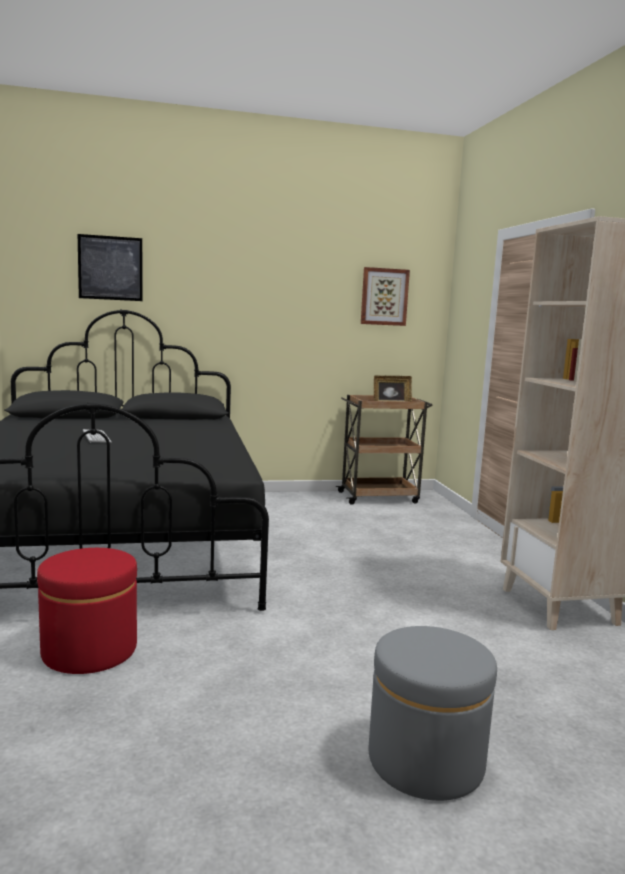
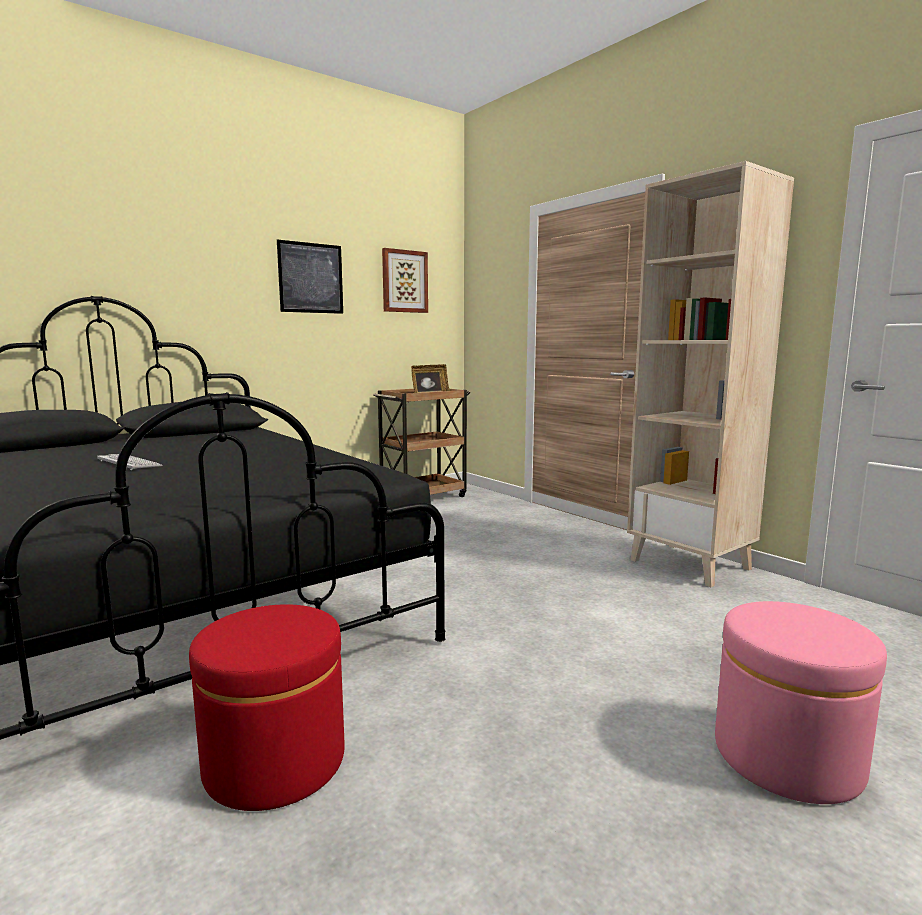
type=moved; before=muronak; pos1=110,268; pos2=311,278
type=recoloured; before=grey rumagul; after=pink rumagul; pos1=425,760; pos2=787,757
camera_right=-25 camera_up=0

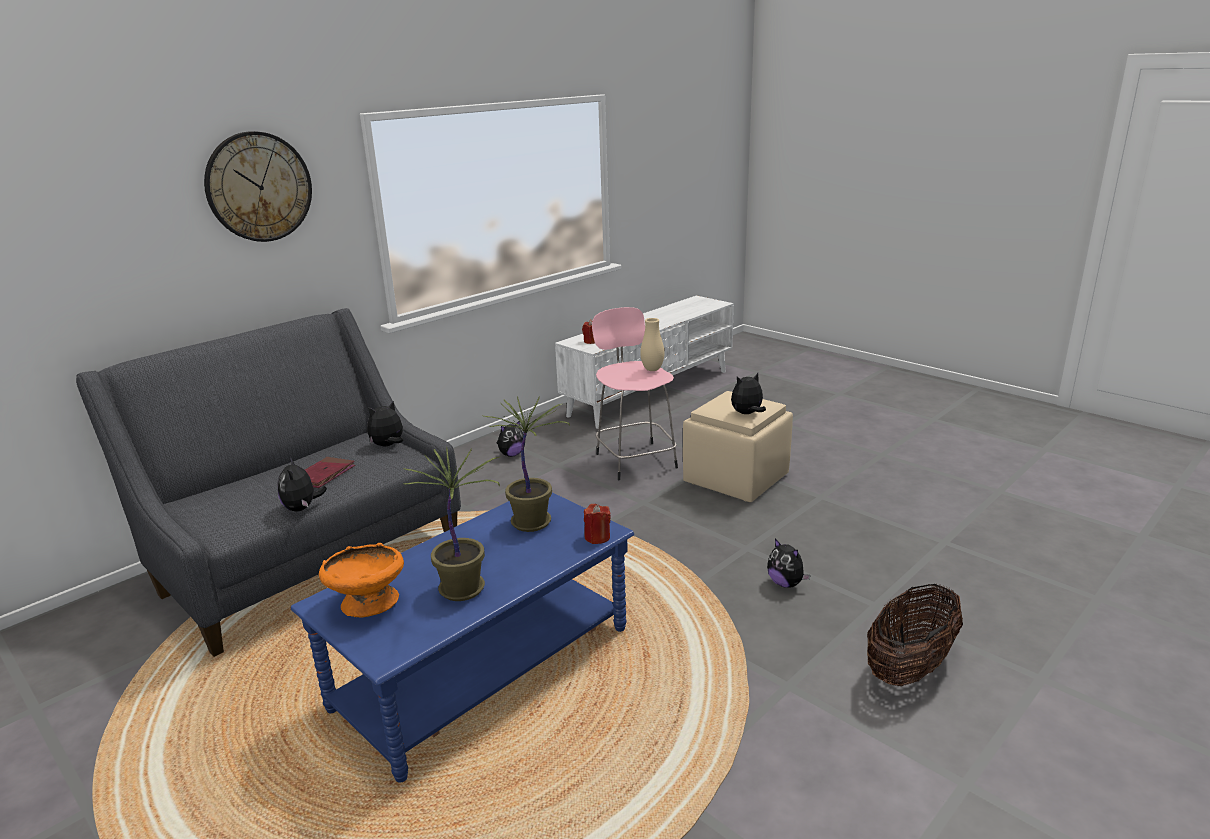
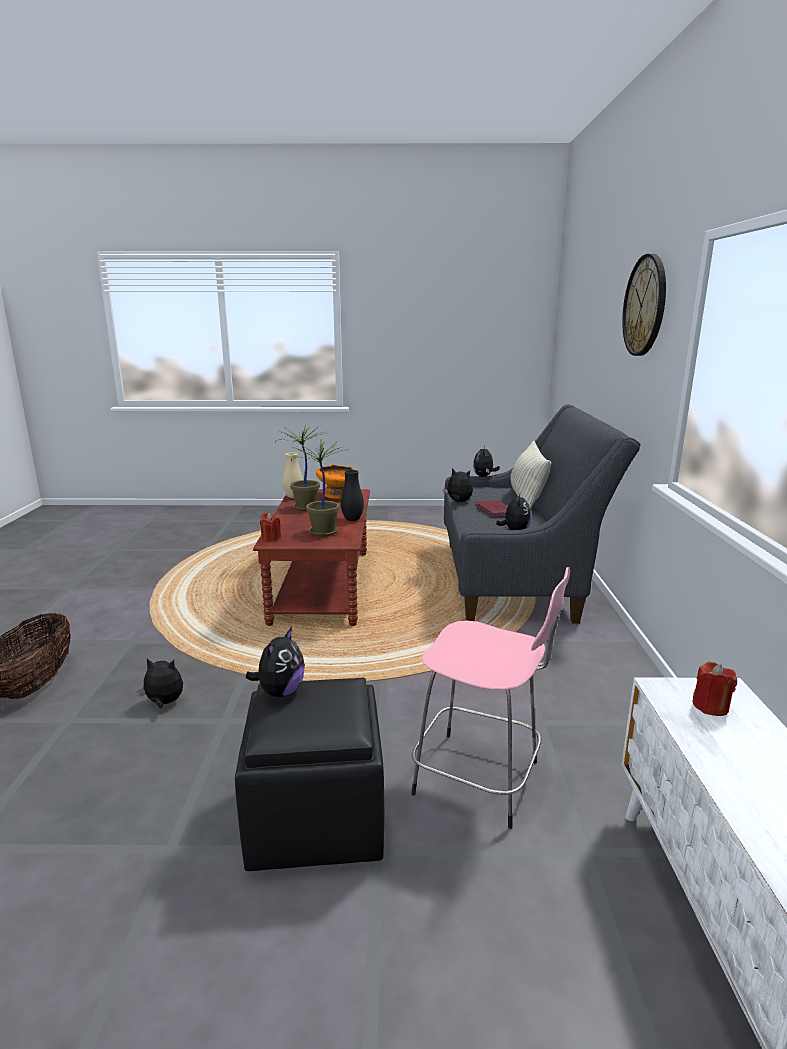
type=moved; before=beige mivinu; pos1=652,369; pos2=293,497
type=recoloured; before=beige rumagul; after=black rumagul; pos1=736,479; pos2=314,817
type=moved; before=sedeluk; pos1=511,454; pos2=484,476
type=recoloured; before=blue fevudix; after=brown fevudix; pos1=485,668; pos2=322,586
type=added; after=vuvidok; pos2=527,500
type=added; after=black mivinu; pos2=352,519
camera_right=135 camera_up=-5

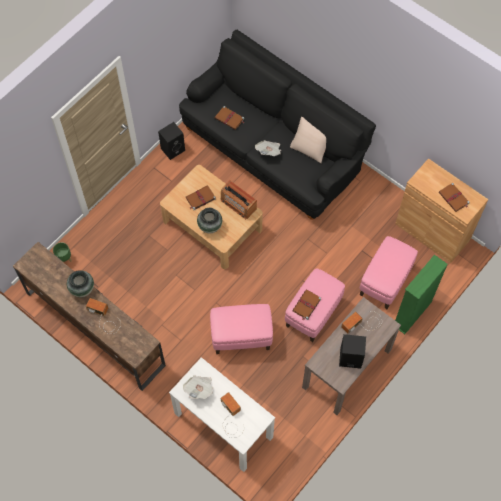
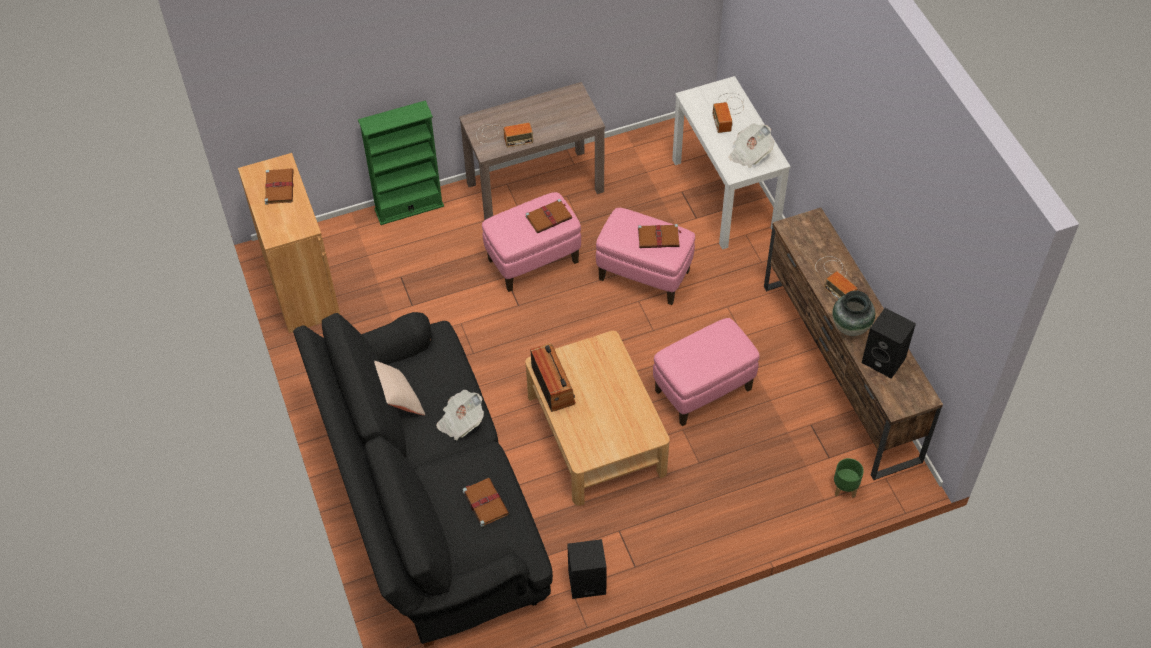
type=moved; before=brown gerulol; pos1=200,198; pos2=659,237
type=removed; before=mivinu; pos1=210,226
type=moved; before=pink rumagul; pos1=385,282; pos2=703,390
type=moved; before=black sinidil; pos1=349,358; pos2=885,360
camera_right=-150 camera_up=-10

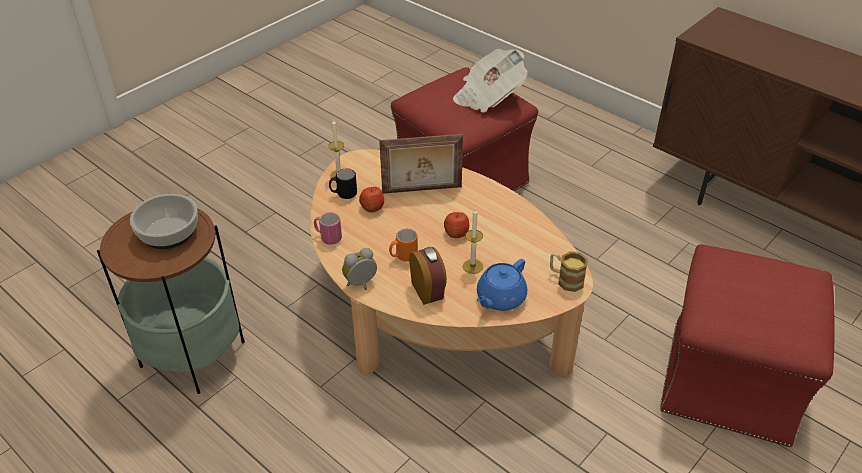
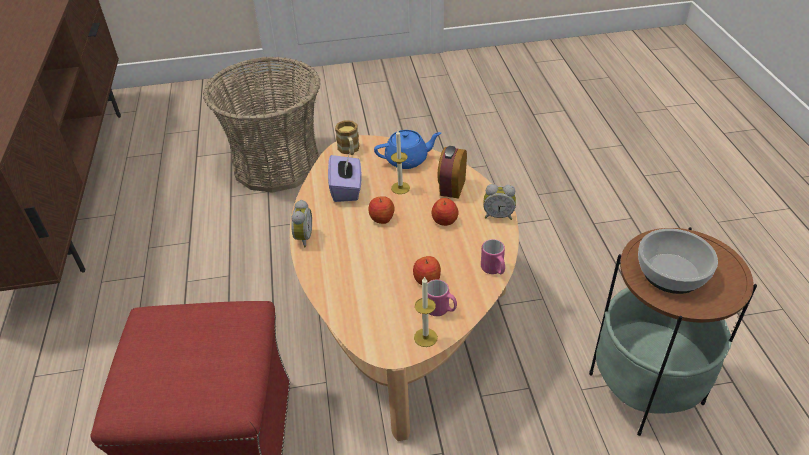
type=removed; before=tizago; pos1=488,97
type=removed; before=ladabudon; pos1=422,190
type=recoloured; before=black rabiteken; after=pink rabiteken; pos1=343,194; pos2=441,310
type=replaced; before=orange rabiteken; after=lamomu; pos1=403,256; pos2=444,220
type=replaced; before=red rumagul; after=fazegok; pos1=729,383; pos2=277,164
type=added; after=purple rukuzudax; pos2=346,189
type=added; after=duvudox; pos2=302,238
camera_right=-140 camera_up=0

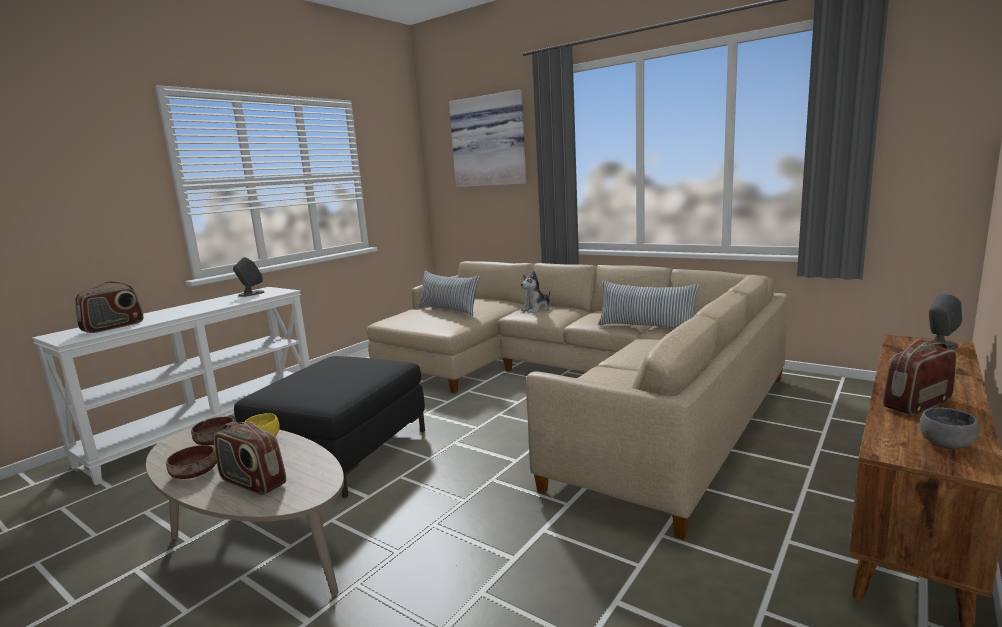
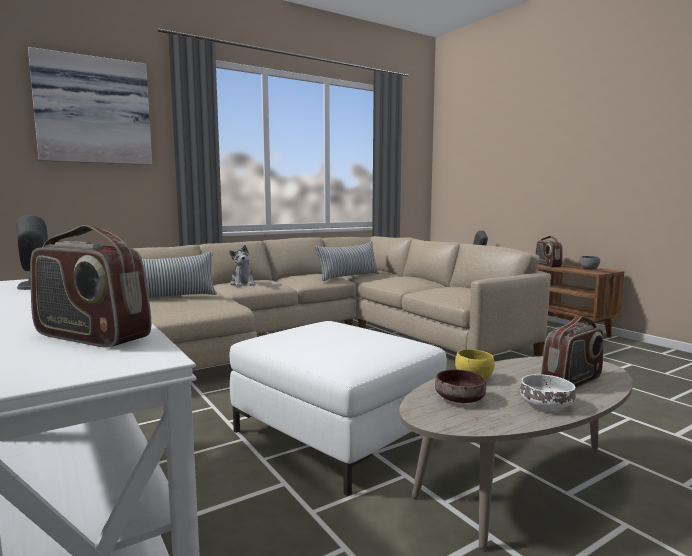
type=turned; before=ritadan; pos1=113,327; pos2=90,337; turn=150
type=recoloured; before=black rumagul; after=white rumagul; pos1=343,452; pos2=336,434
type=recoloured; before=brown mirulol; after=white mirulol; pos1=195,473; pos2=546,404
camera_right=-70 camera_up=-5

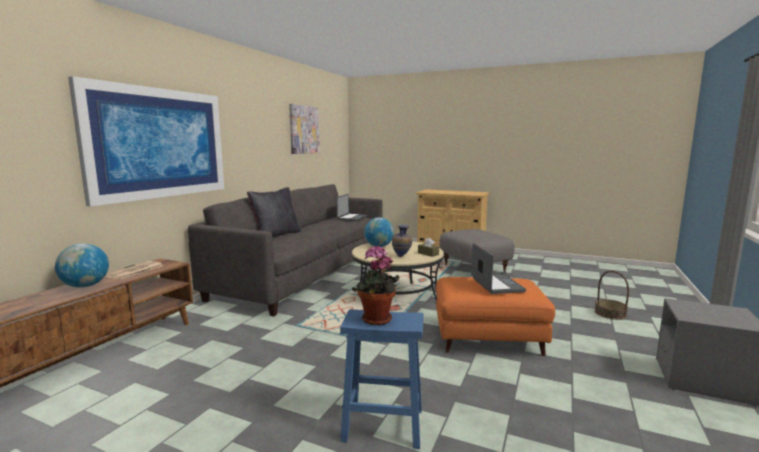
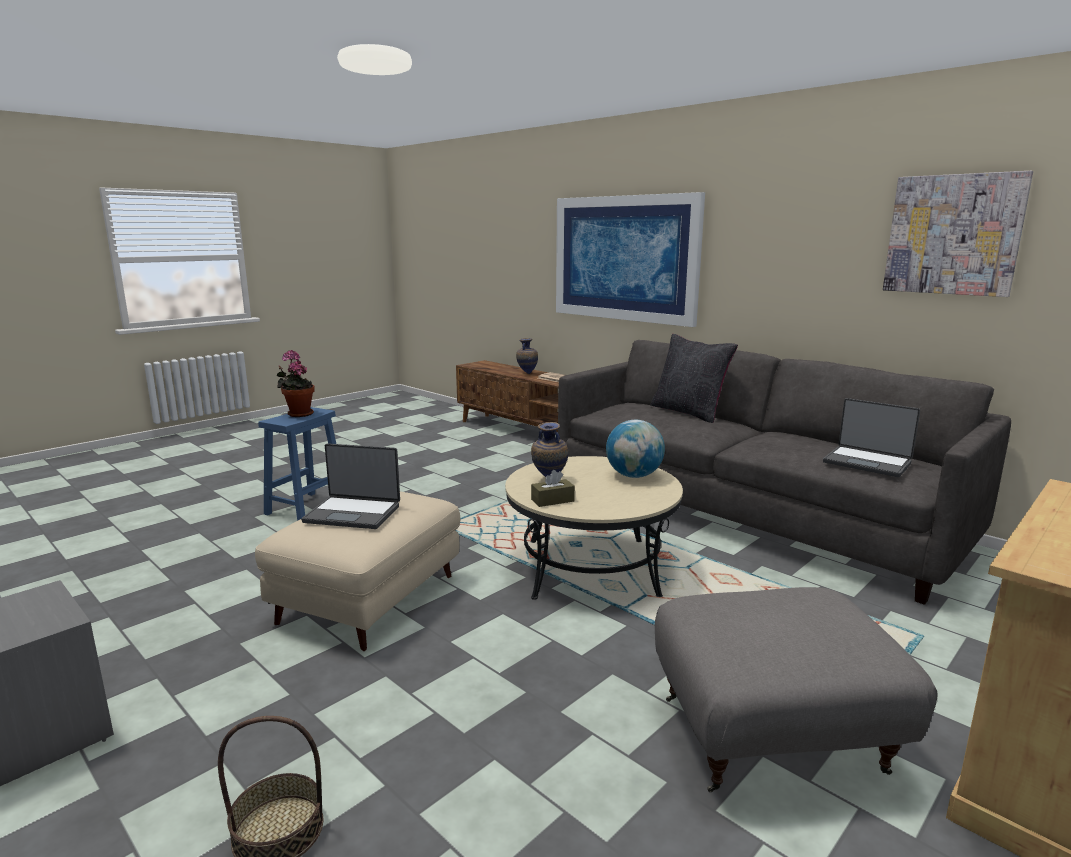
type=replaced; before=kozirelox; after=mivinu; pos1=85,286; pos2=527,373
type=recoloured; before=orange rumagul; after=beige rumagul; pos1=488,338; pos2=369,600
camera_right=110 camera_up=5

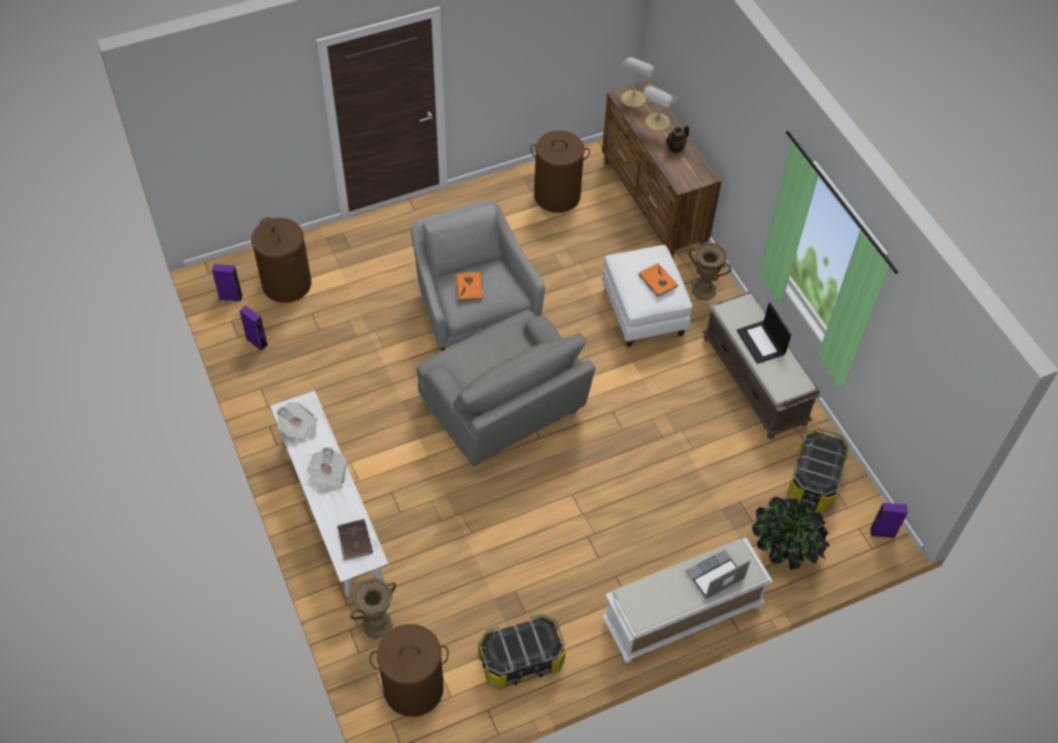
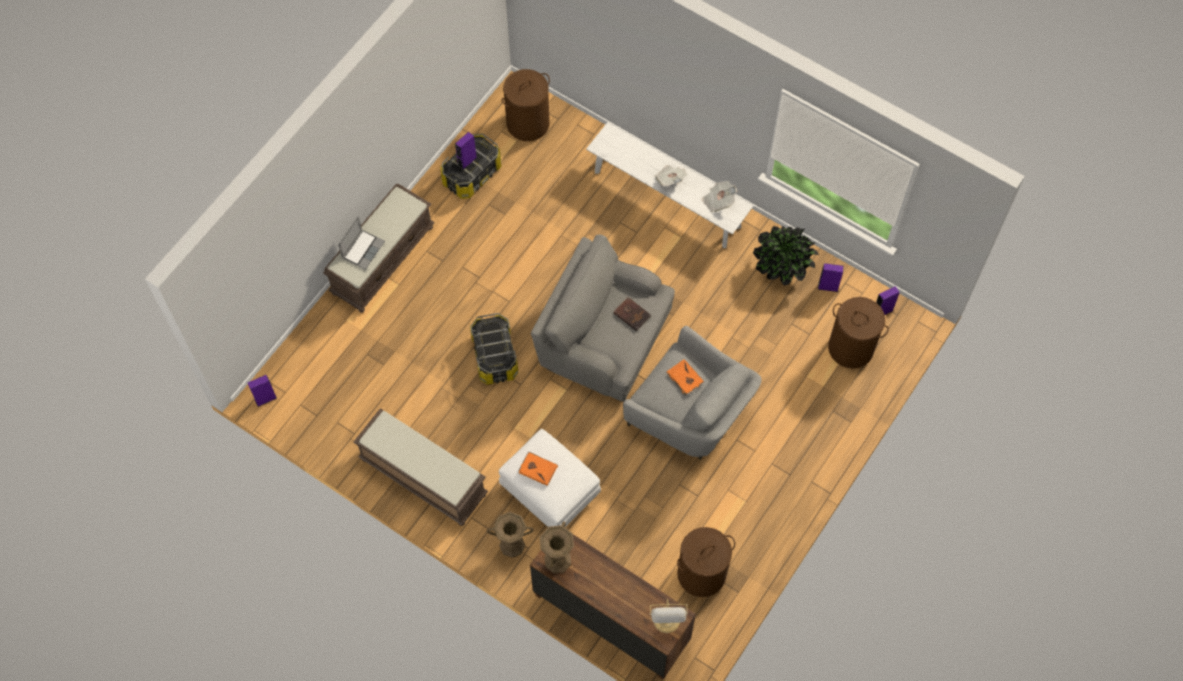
type=removed; before=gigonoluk; pos1=657,123
type=removed; before=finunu; pos1=675,147
type=removed; before=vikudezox; pos1=761,342
type=moved; before=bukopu; pos1=815,480; pos2=494,356
type=moved; before=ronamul; pos1=785,549; pos2=783,268
type=moved; before=brown gerulol; pos1=354,541; pos2=632,314
type=recoloured; before=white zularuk; after=brown zularuk; pos1=682,615; pos2=382,259
type=moved; before=brown mivinu; pos1=377,624; pos2=558,560
type=added; after=purple sinidil; pos2=467,161
camera_right=150 camera_up=10

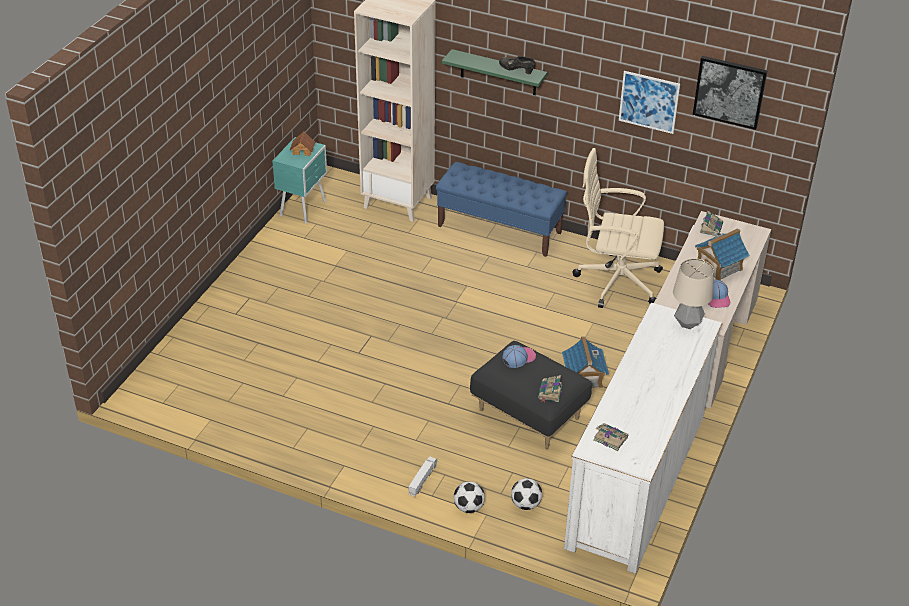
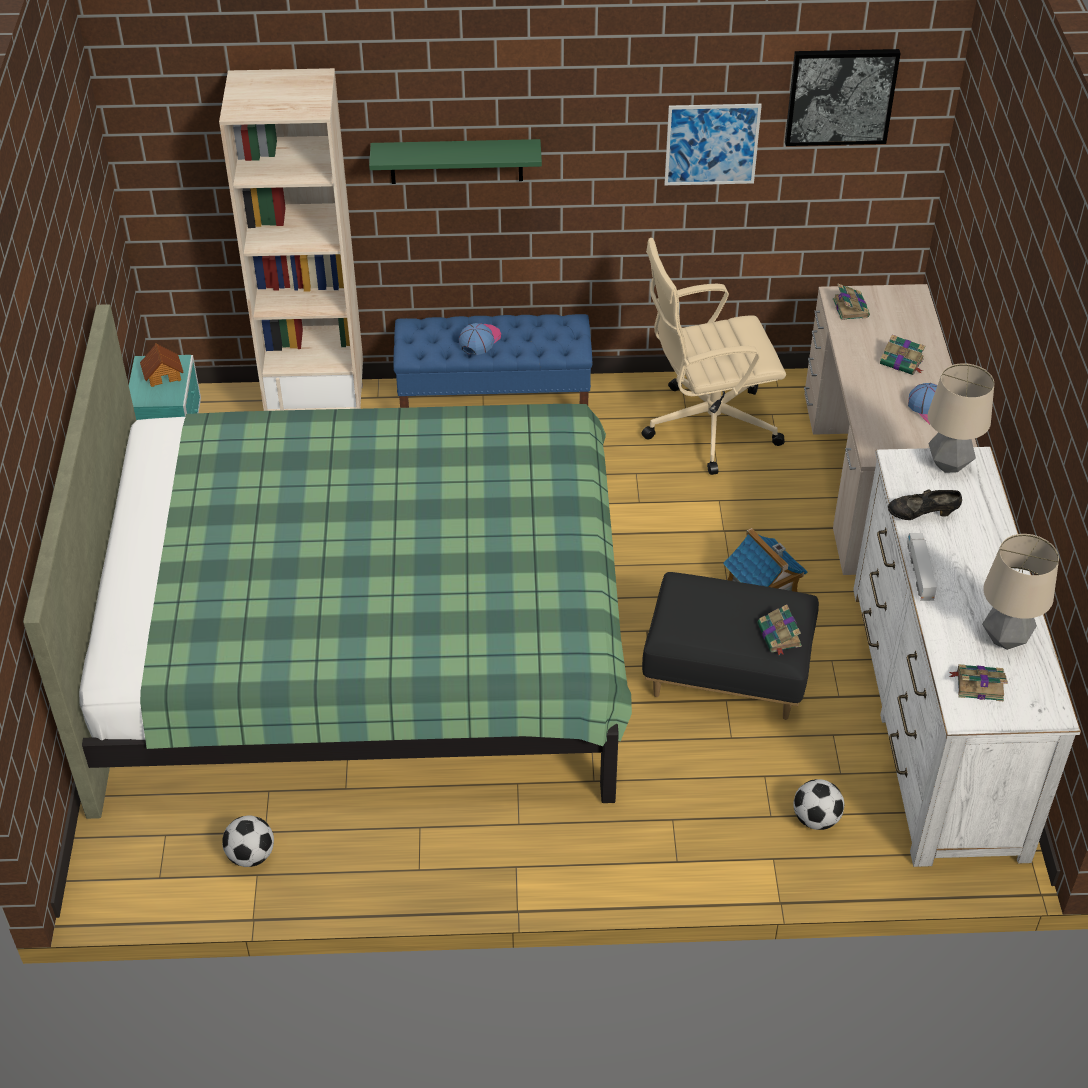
type=moved; before=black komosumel; pos1=516,70; pos2=922,515
type=replaced; before=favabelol; after=gerulol; pos1=719,266; pos2=902,362
type=moved; before=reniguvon; pos1=518,358; pos2=480,340
type=moved; before=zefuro; pos1=422,479; pos2=919,572
type=moved; before=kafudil; pos1=468,507; pos2=251,856
type=added; after=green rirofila; pos2=363,643
type=added; after=gigonoluk; pos2=1005,639
camera_right=-25 camera_up=5

